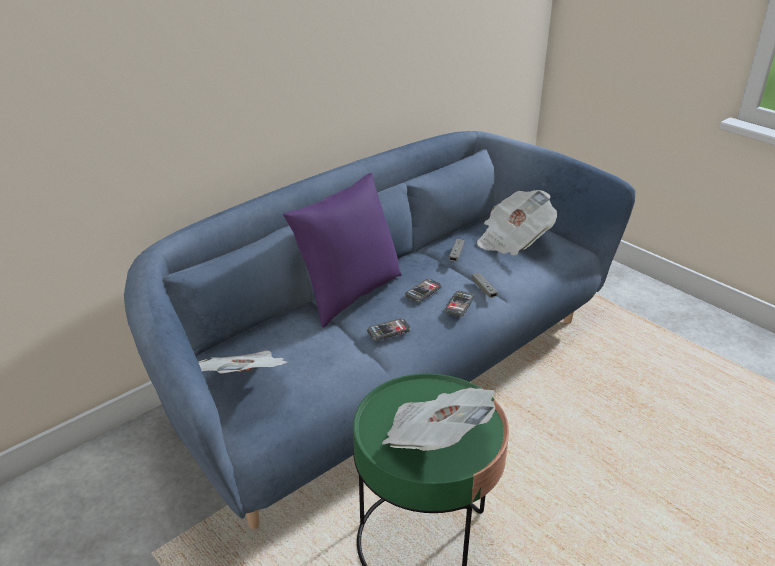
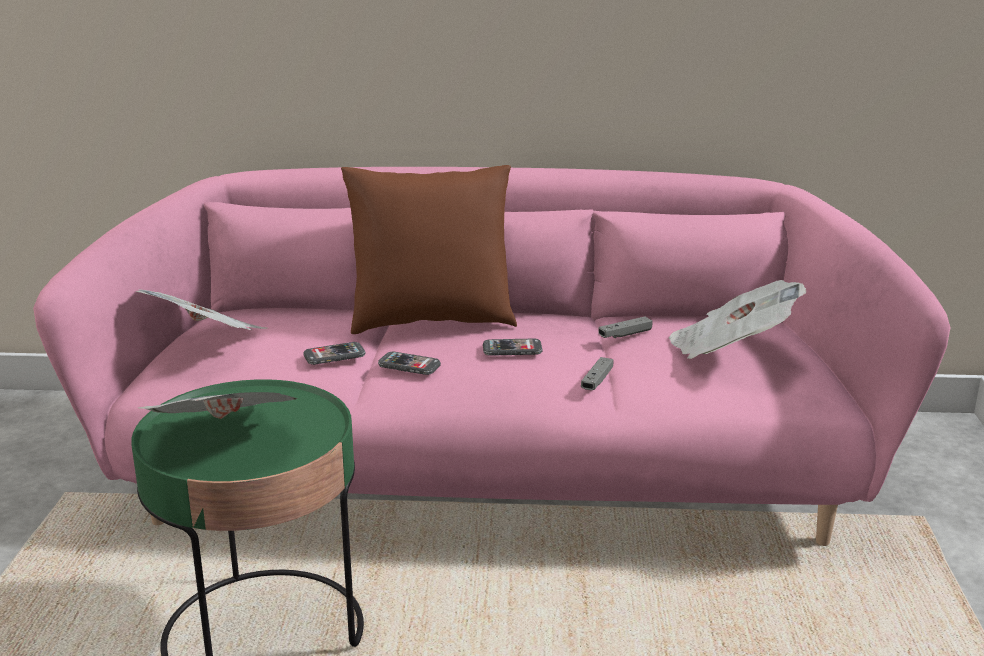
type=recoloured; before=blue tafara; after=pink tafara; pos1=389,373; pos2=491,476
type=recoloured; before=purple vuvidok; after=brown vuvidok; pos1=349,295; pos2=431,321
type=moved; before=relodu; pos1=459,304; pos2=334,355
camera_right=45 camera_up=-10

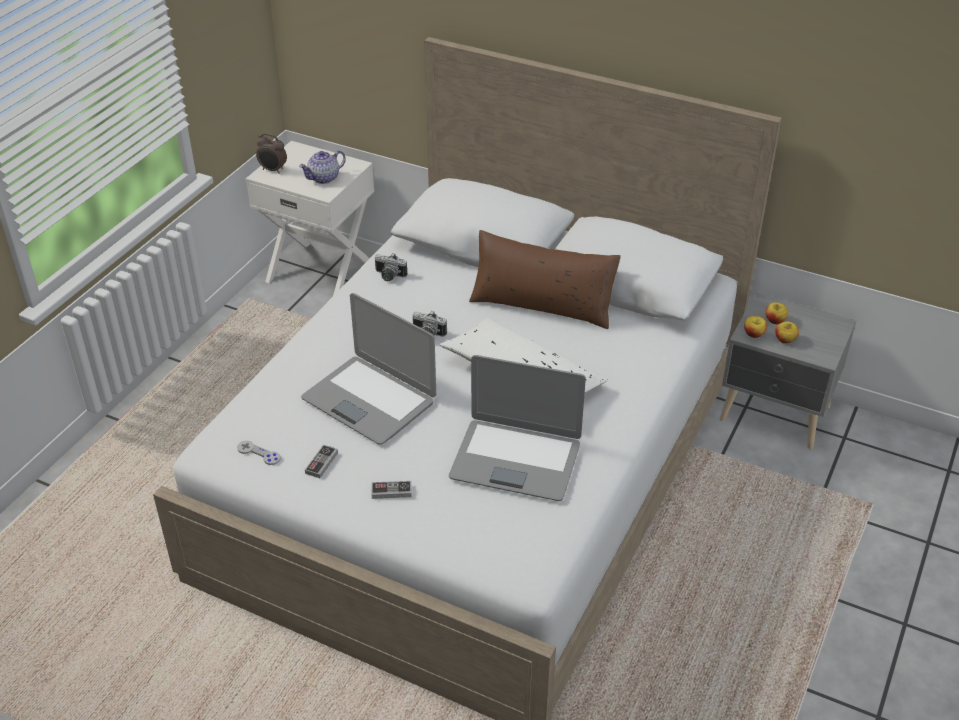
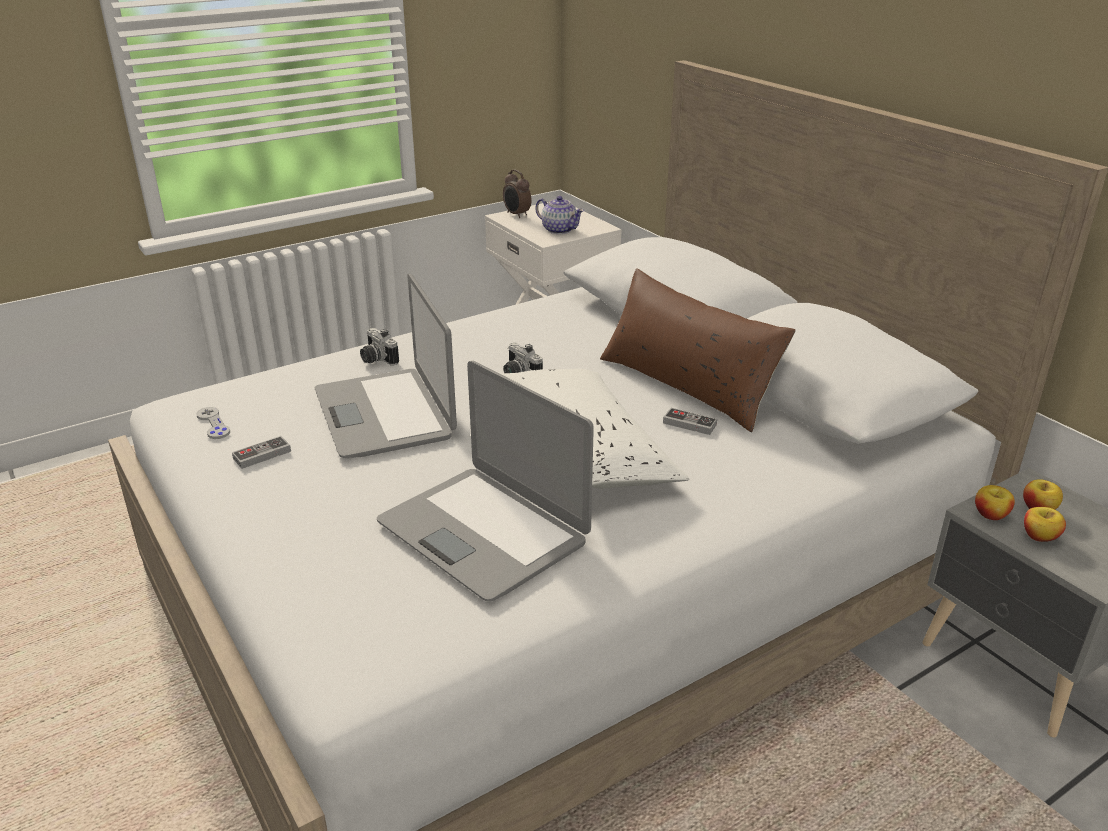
type=turned; before=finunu; pos1=324,178; pos2=559,230; turn=-135
type=moved; before=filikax; pos1=389,276; pos2=376,359
type=moved; before=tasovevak; pos1=391,491; pos2=689,424
camera_right=30 camera_up=-10

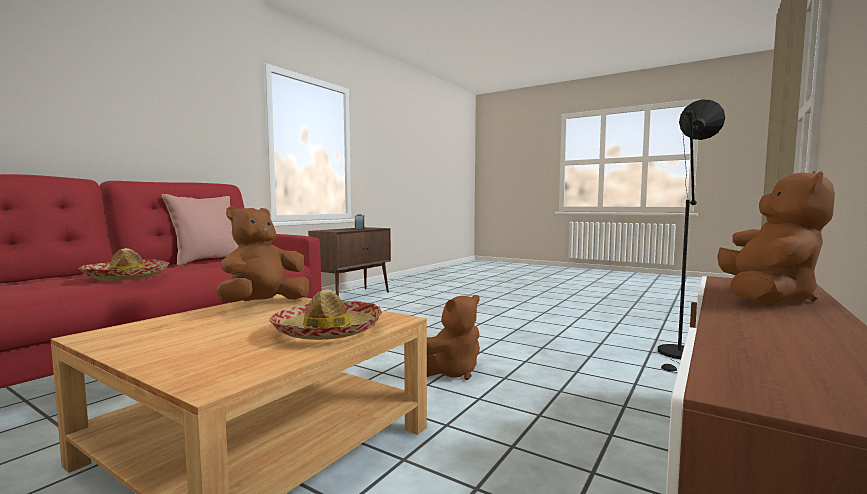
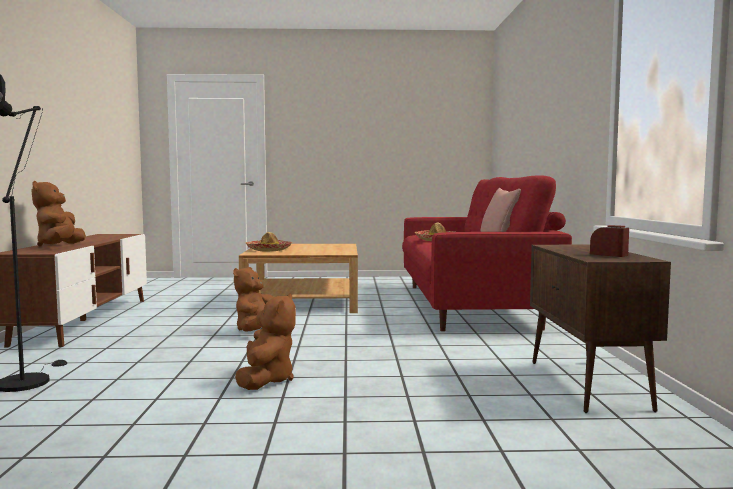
type=moved; before=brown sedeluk; pos1=263,304; pos2=266,380
camera_right=145 camera_up=0

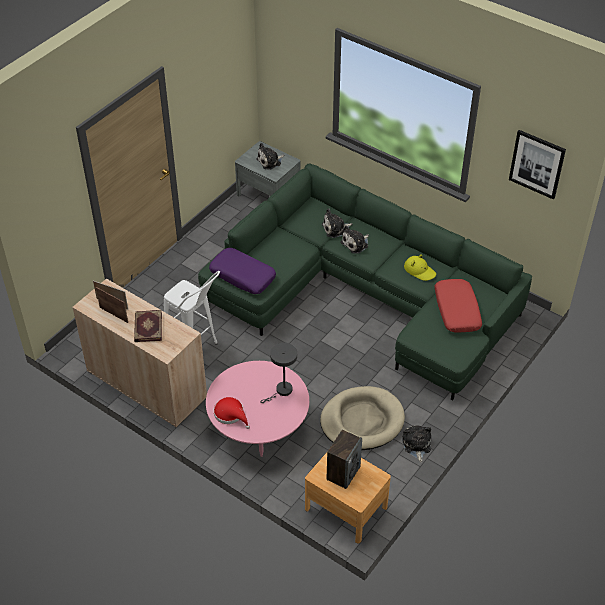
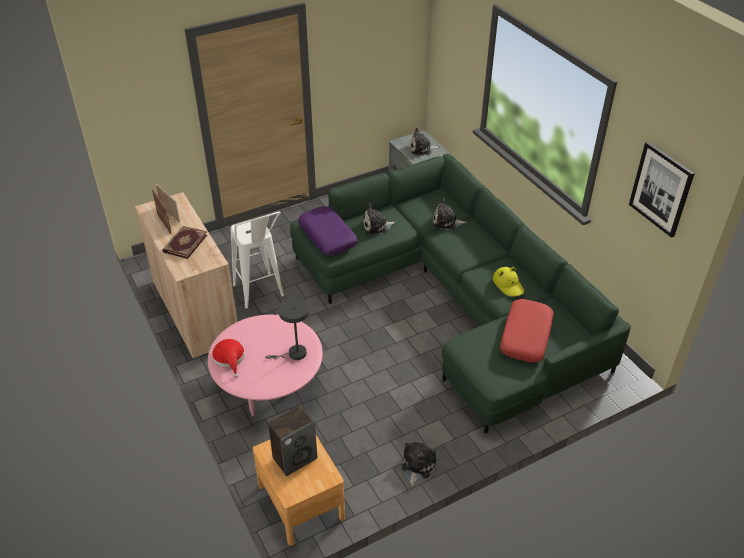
type=moved; before=sedeluk; pos1=356,244; pos2=377,226
type=removed; before=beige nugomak; pos1=362,421
camera_right=25 camera_up=-5

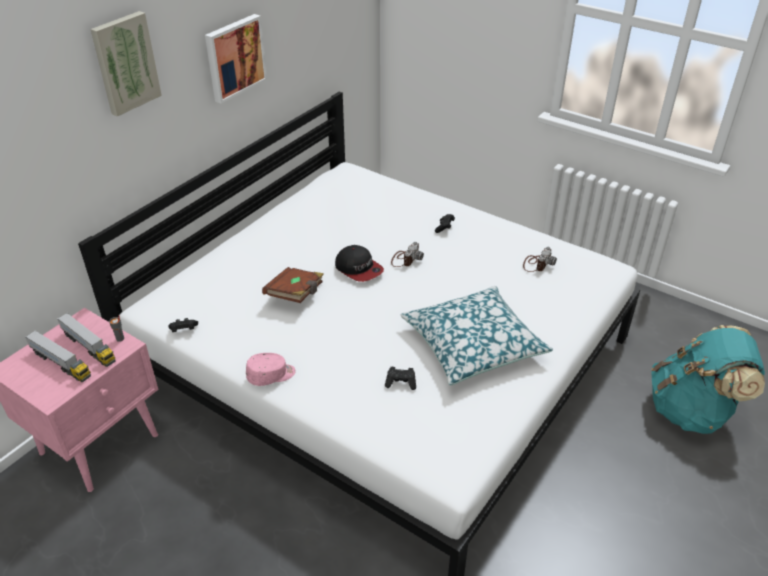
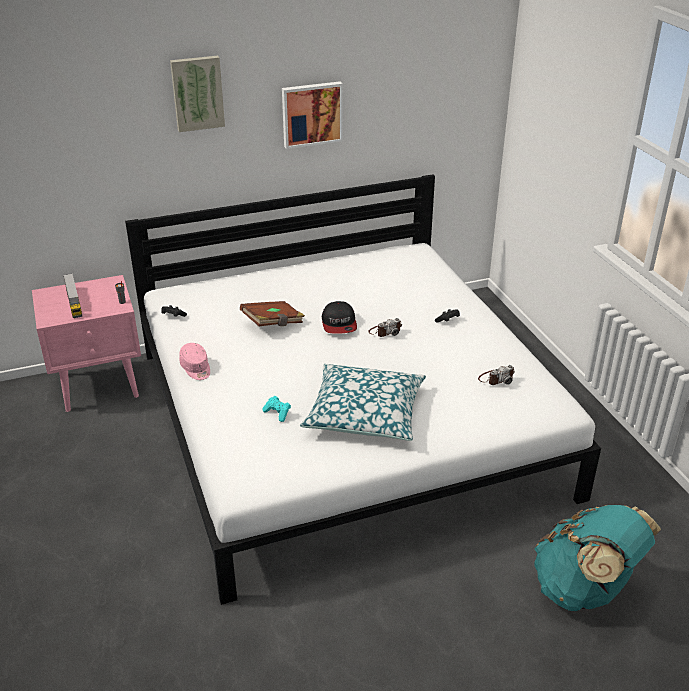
type=removed; before=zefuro; pos1=88,347
type=turned; before=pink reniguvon; pos1=271,375; pos2=196,368; turn=45
type=recoloured; before=black tasovevak; after=turquoise tasovevak; pos1=401,383; pos2=277,413
camera_right=35 camera_up=-5

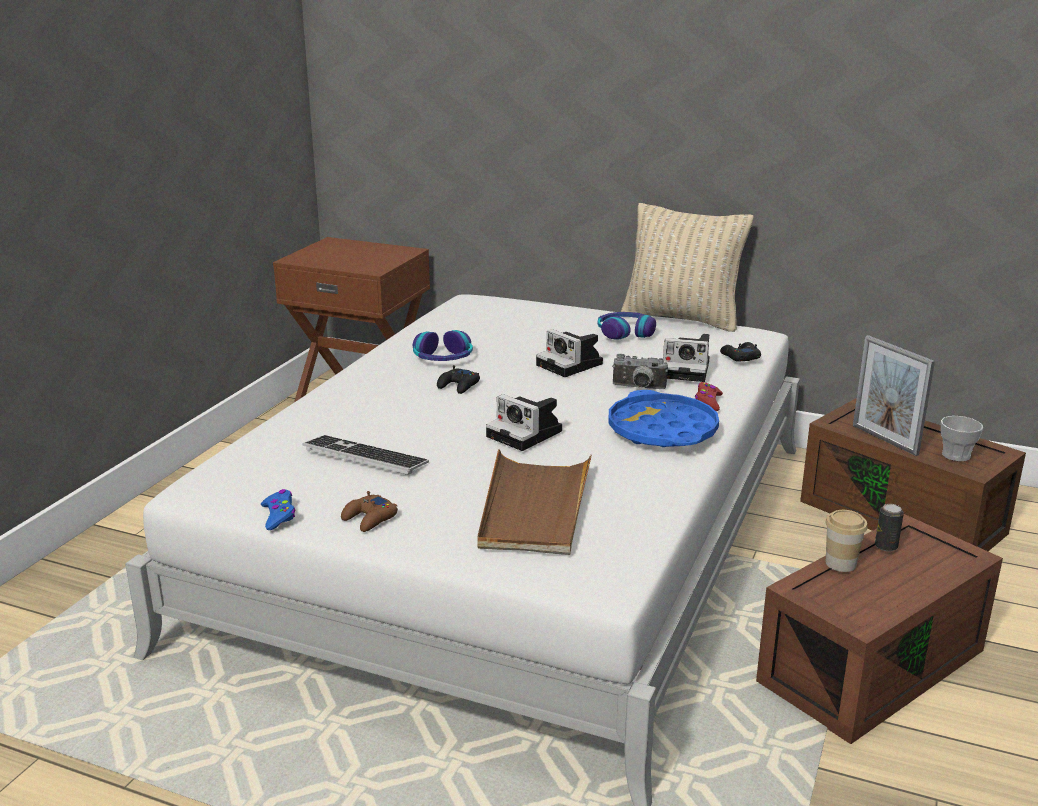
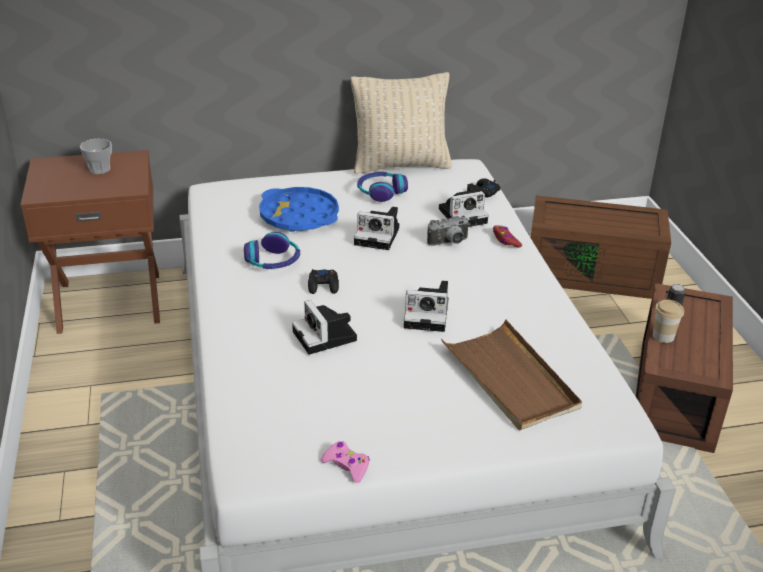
type=removed; before=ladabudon; pos1=884,440
type=moved; before=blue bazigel; pos1=662,430; pos2=299,216
type=moved; before=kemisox; pos1=956,455; pos2=99,169
type=removed; before=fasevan; pos1=365,456
type=recoloured; before=blue tasovevak; after=pink tasovevak; pos1=279,515; pos2=346,465
type=removed; before=brown tasovevak; pos1=369,519
type=added; after=filikax; pos2=326,337
camera_right=-35 camera_up=10

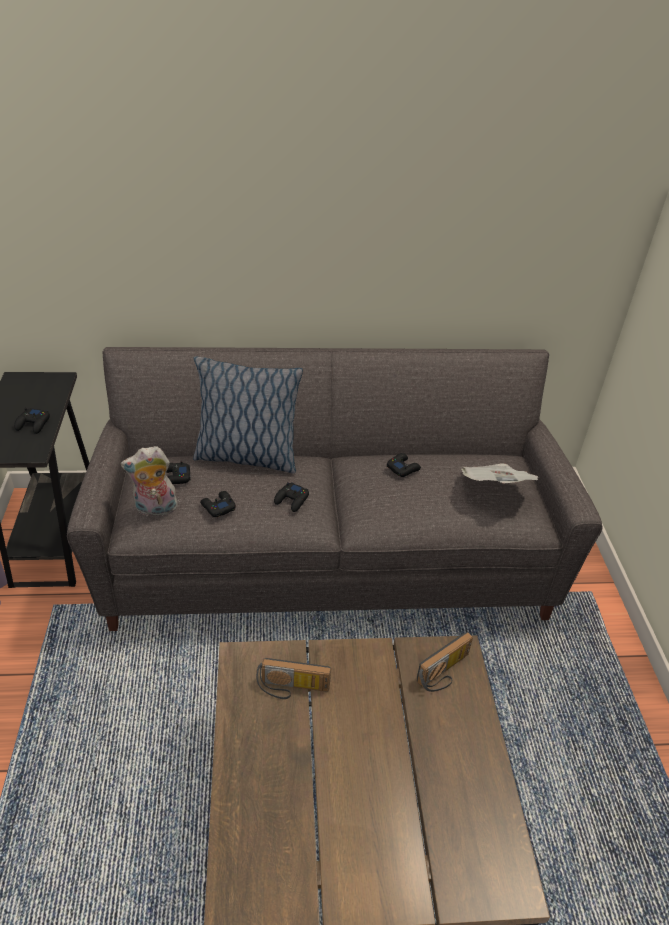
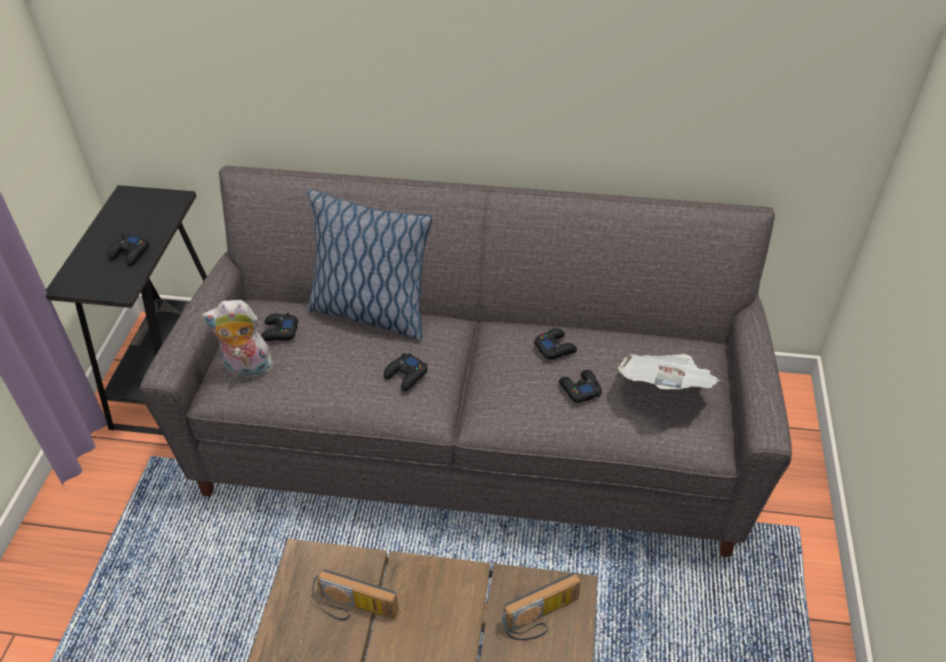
type=moved; before=black tasovevak; pos1=218,507; pos2=579,389
camera_right=15 camera_up=5

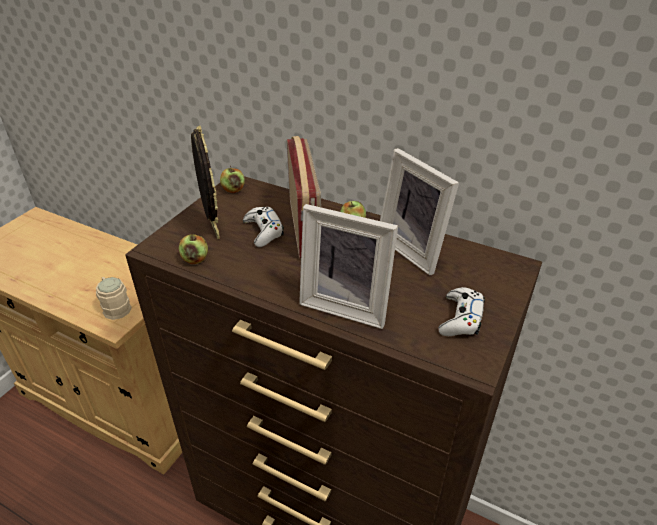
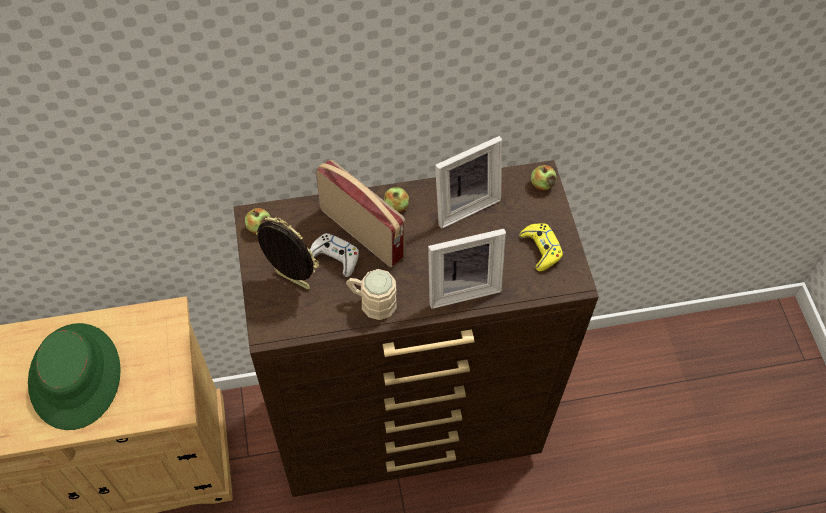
type=turned; before=ladabudon; pos1=415,249; pos2=463,203; turn=-45
type=moved; before=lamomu; pos1=195,259; pos2=542,184
type=moved; before=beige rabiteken; pos1=115,306; pos2=372,302
type=recoloured; before=white tasovevak; after=yellow tasovevak; pos1=461,318; pos2=541,249
type=added; after=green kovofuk; pos2=75,376
camera_right=-40 camera_up=20

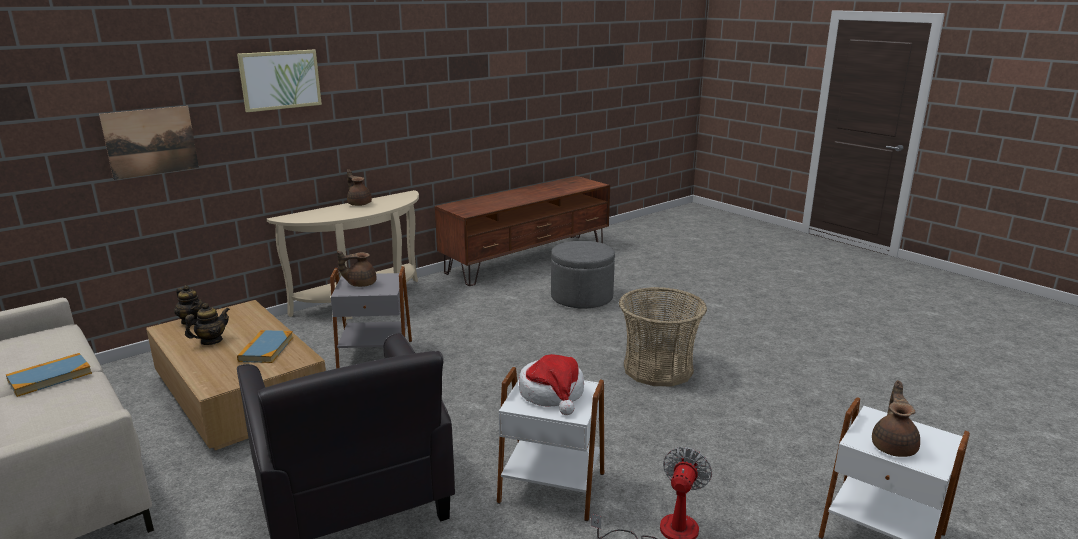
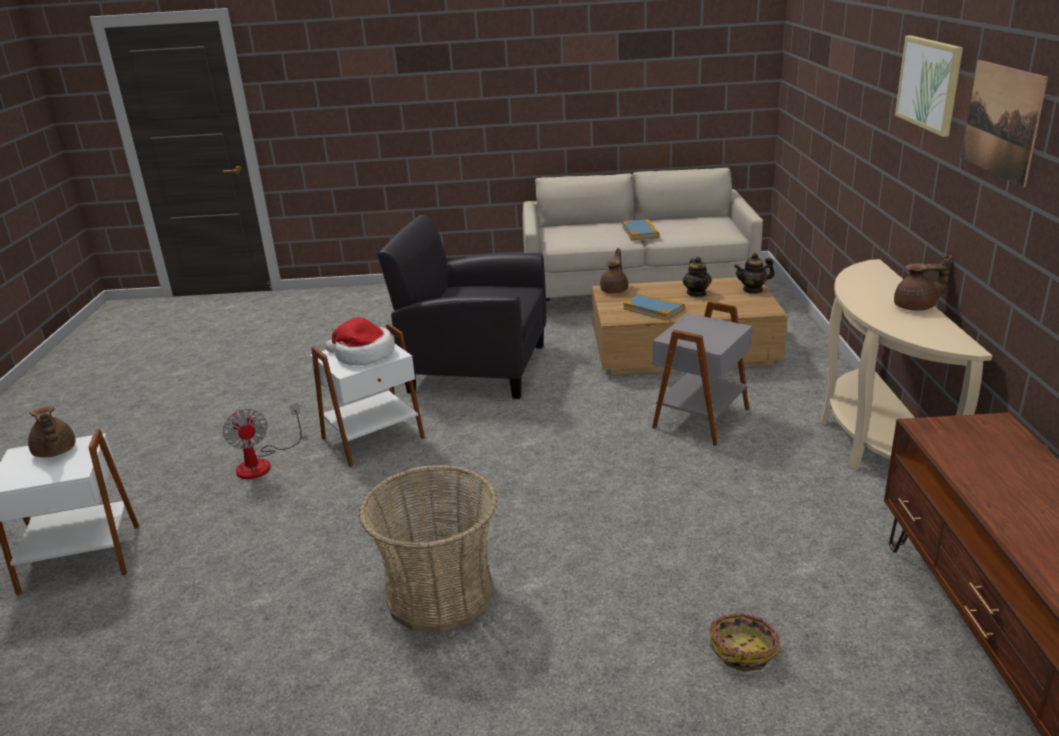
type=moved; before=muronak; pos1=151,142; pos2=1001,121
type=replaced; before=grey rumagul; after=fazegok; pos1=581,297; pos2=744,650
type=moved; before=brown finunu; pos1=360,284; pos2=615,290
camera_right=130 camera_up=5

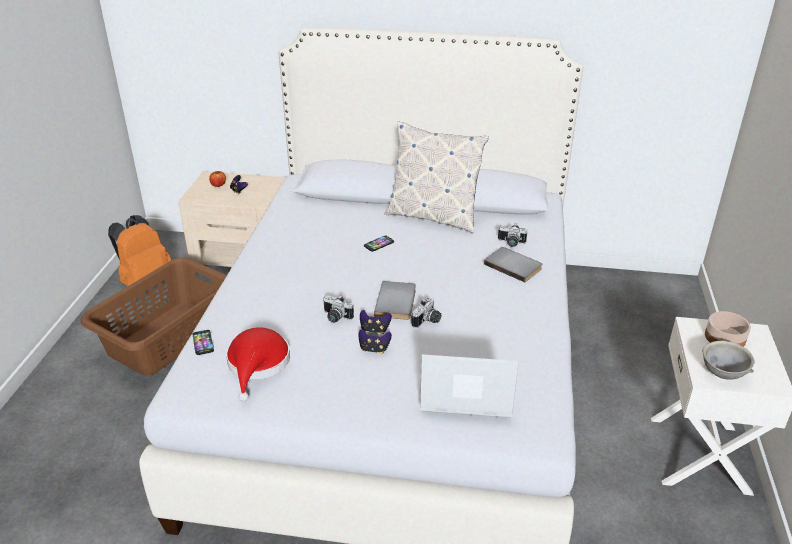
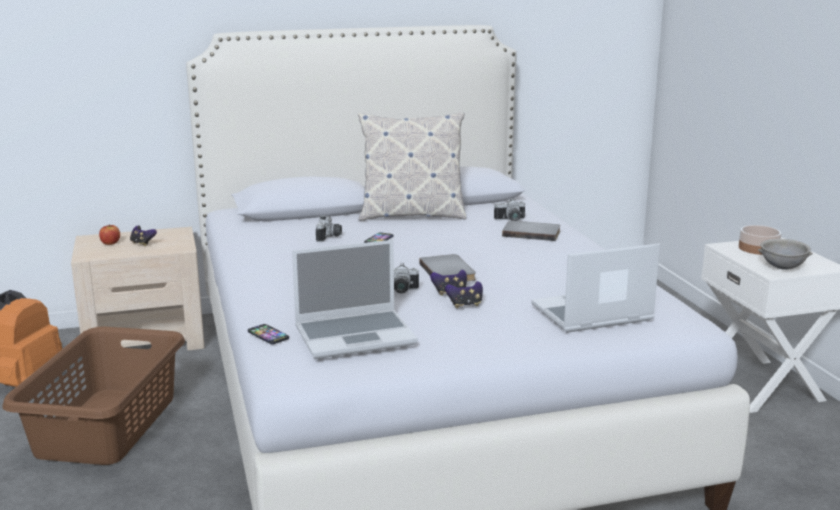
type=moved; before=filikax; pos1=428,321; pos2=330,237
type=replaced; before=red kovofuk; after=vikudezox; pos1=257,365; pos2=356,335
camera_right=-25 camera_up=-15

